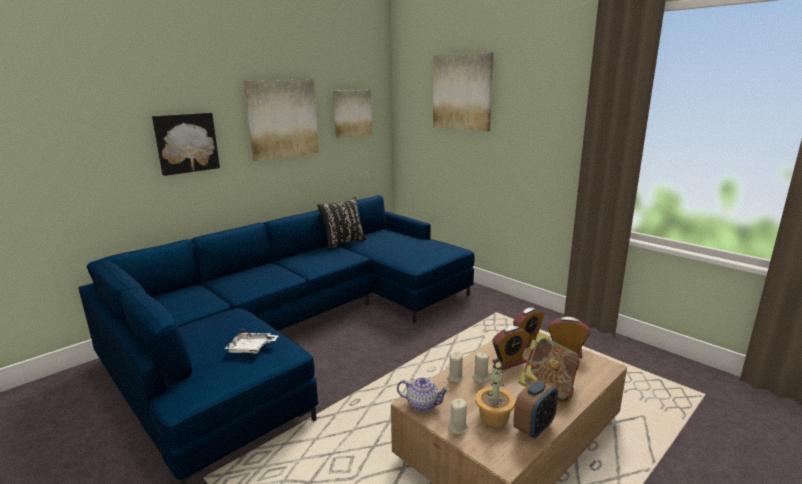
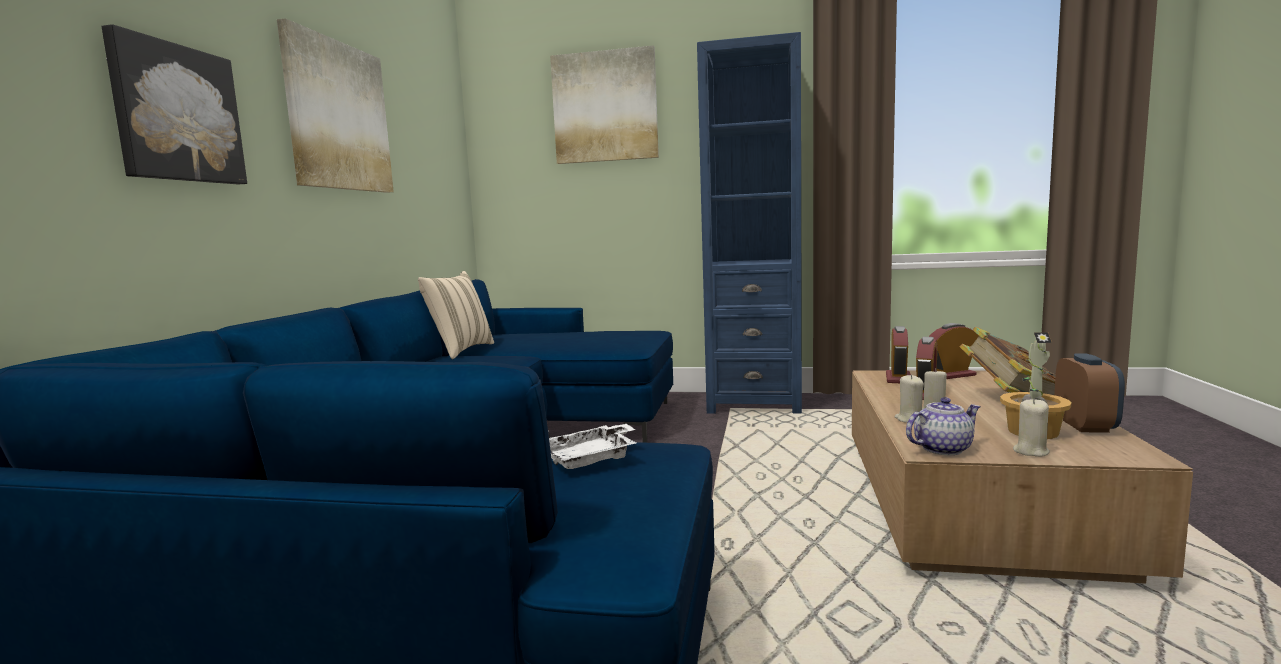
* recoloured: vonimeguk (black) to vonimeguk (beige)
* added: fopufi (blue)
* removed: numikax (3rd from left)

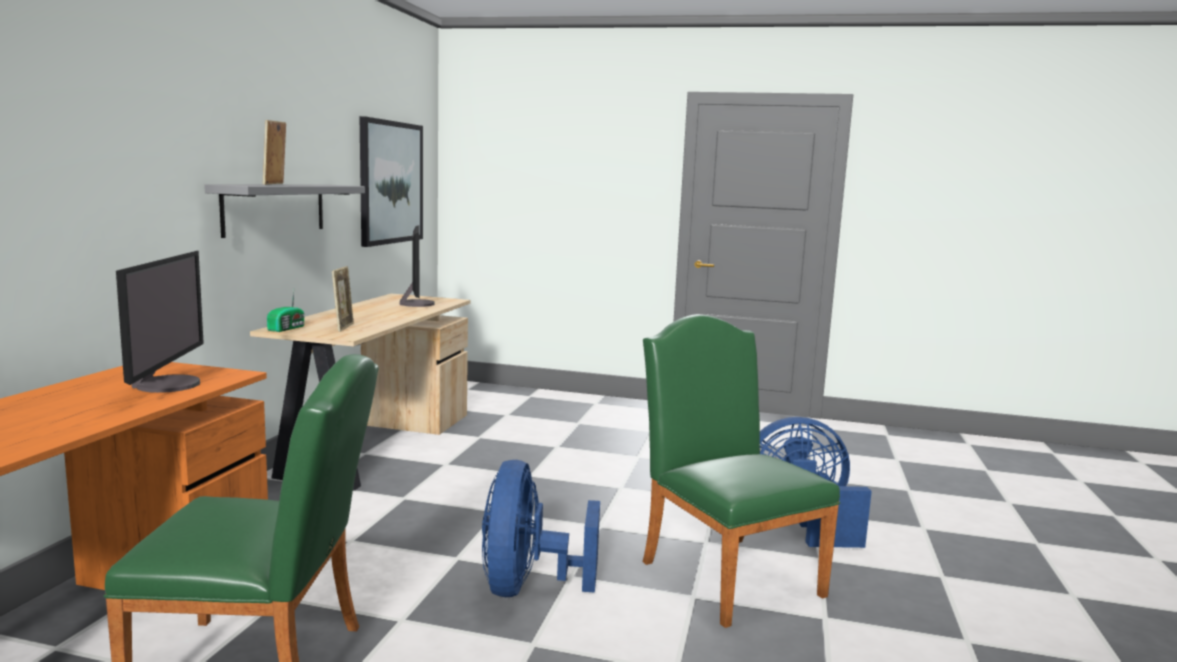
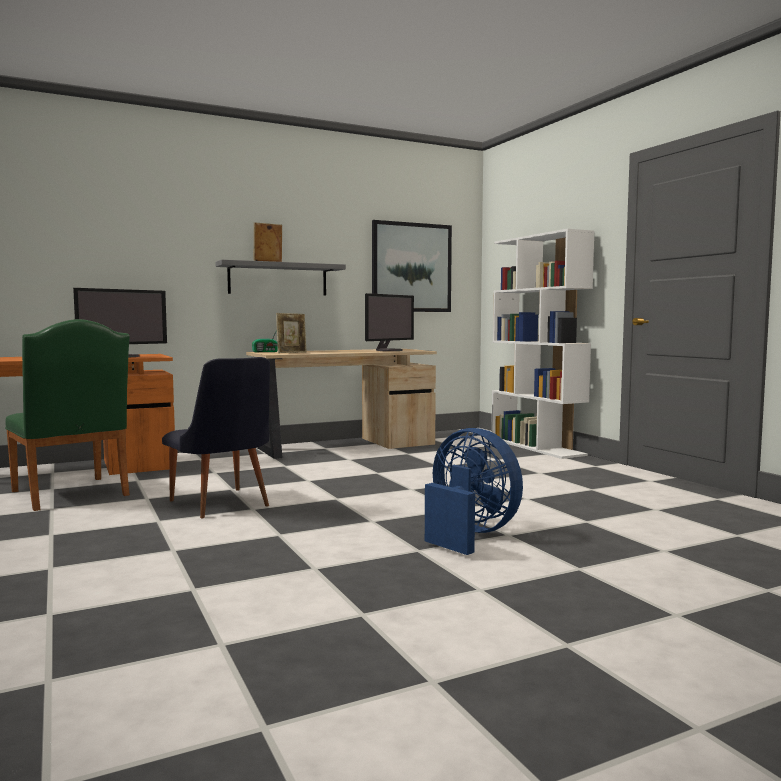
* replaced: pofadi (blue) (1st from left) to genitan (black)
* added: fopufi (white)
* removed: genitan (green) (2nd from left)

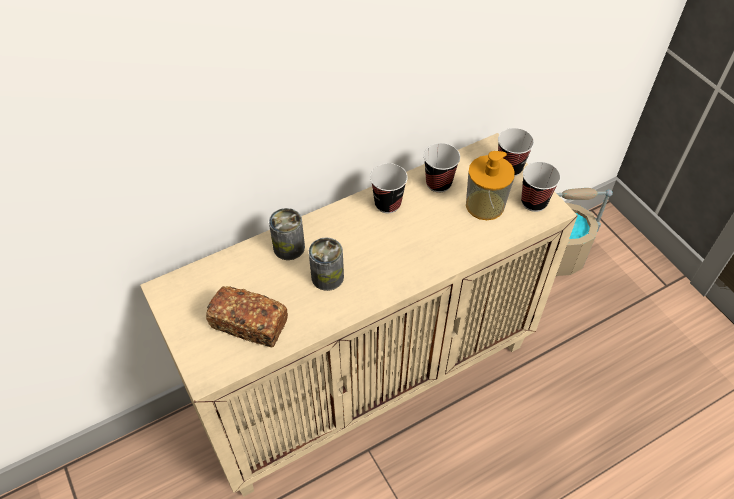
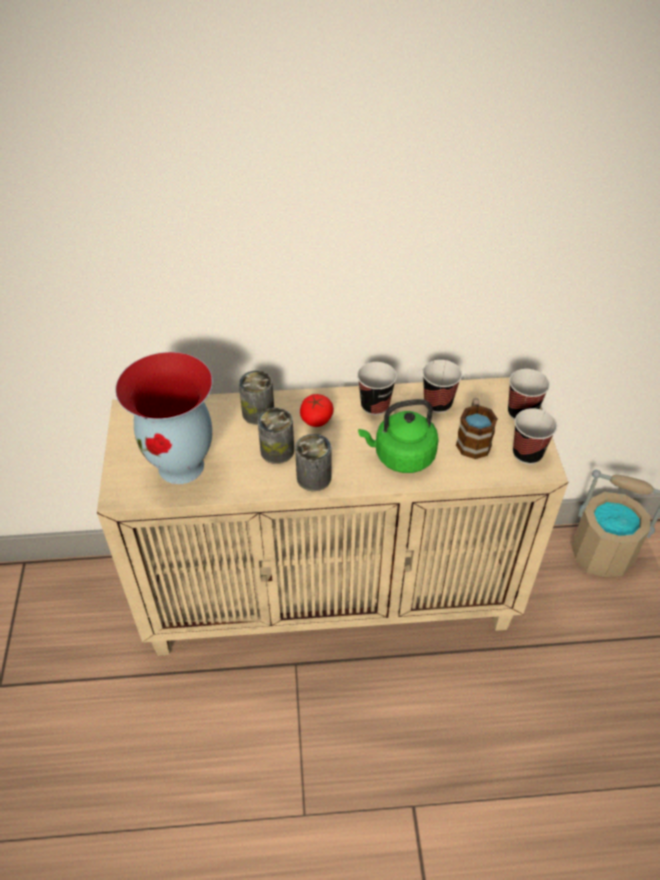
* replaced: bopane to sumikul
* added: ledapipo (3rd from left)
* added: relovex
* added: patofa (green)
* replaced: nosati to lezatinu

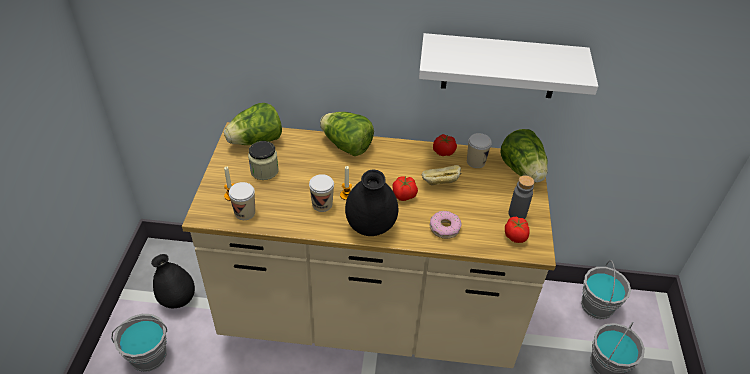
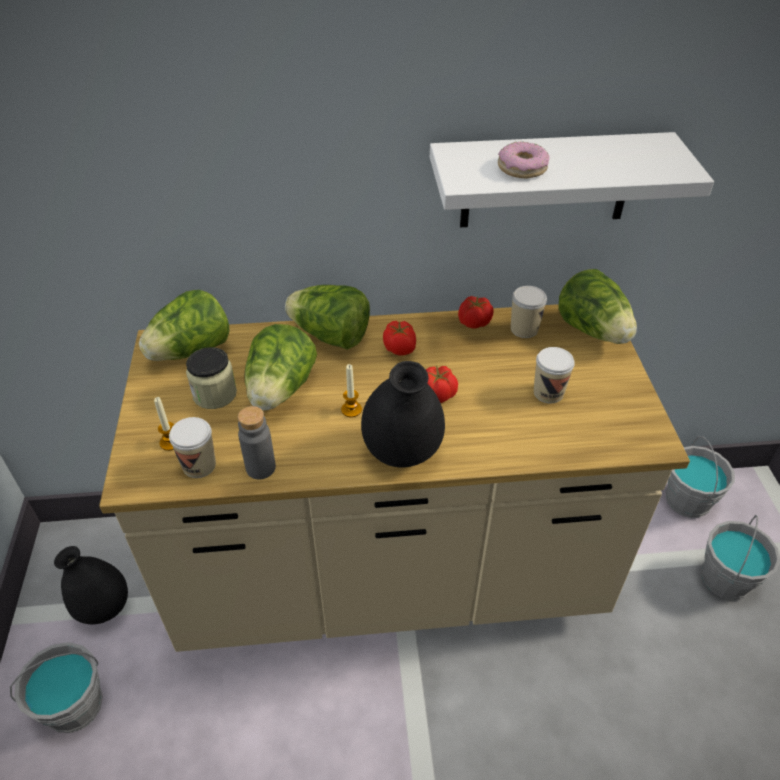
* moved: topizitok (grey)
* added: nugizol (2nd from left)
* moved: relovex (3rd from left in the first image) to relovex (1st from left)
* moved: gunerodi
* moved: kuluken (2nd from left in the first image) to kuluken (3rd from left)
* removed: bopane

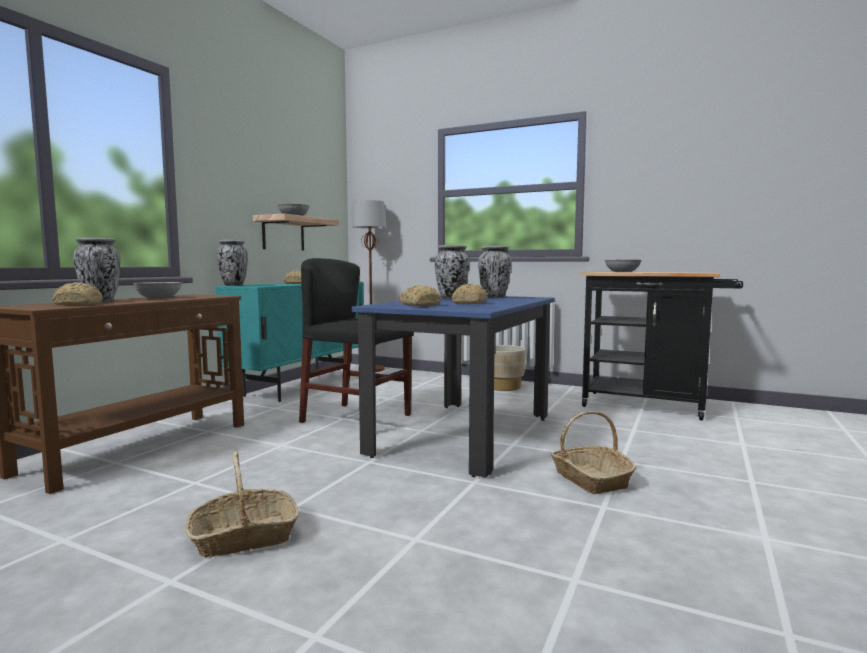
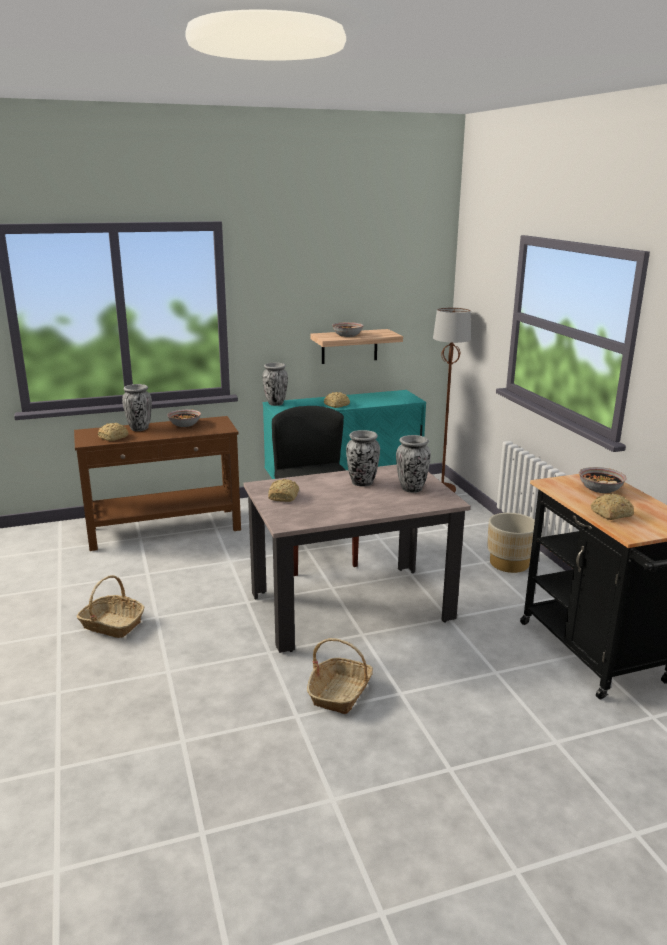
* recoloured: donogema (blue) to donogema (beige)
* moved: bopane (4th from left)

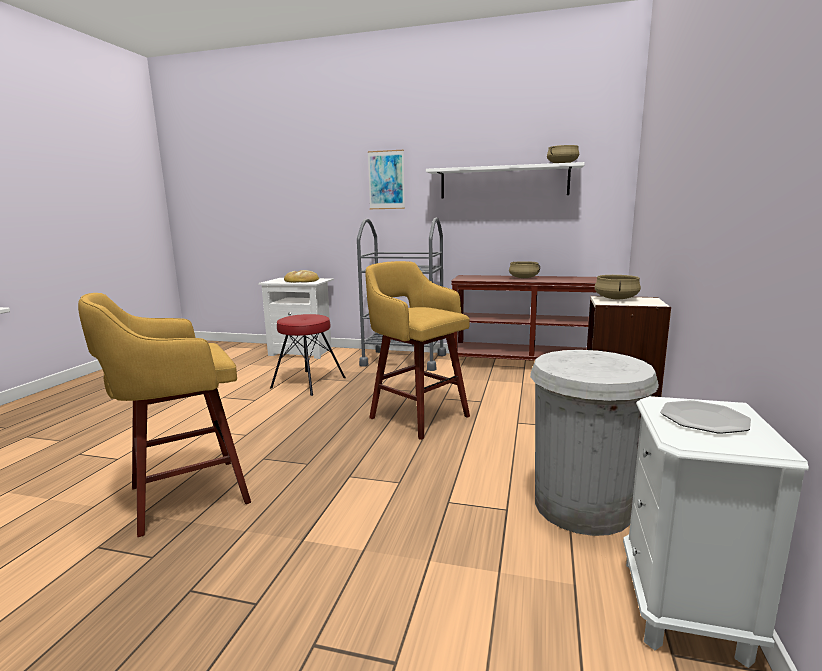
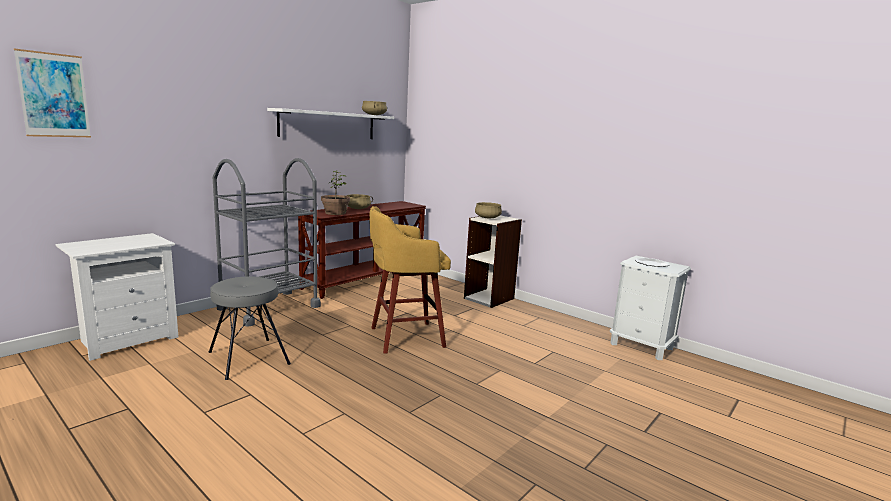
* moved: numikax
* recoloured: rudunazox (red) to rudunazox (grey)
* added: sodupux
* removed: rudunazox (yellow) (1st from left)
* removed: bopane
* removed: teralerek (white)

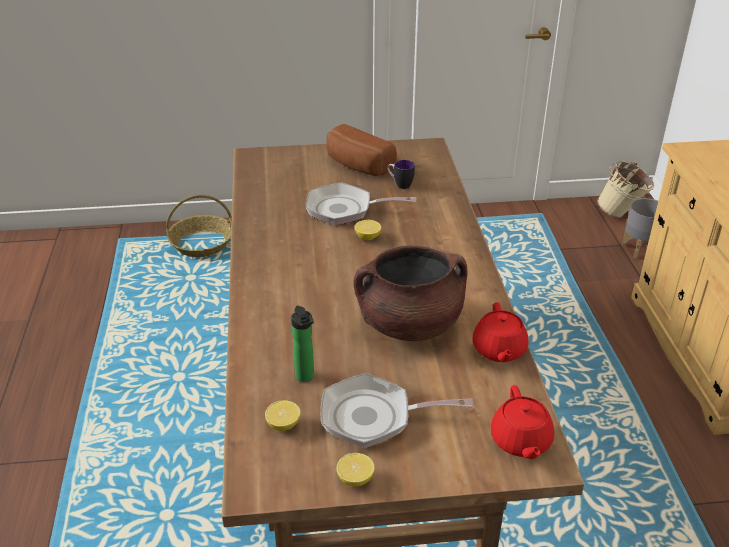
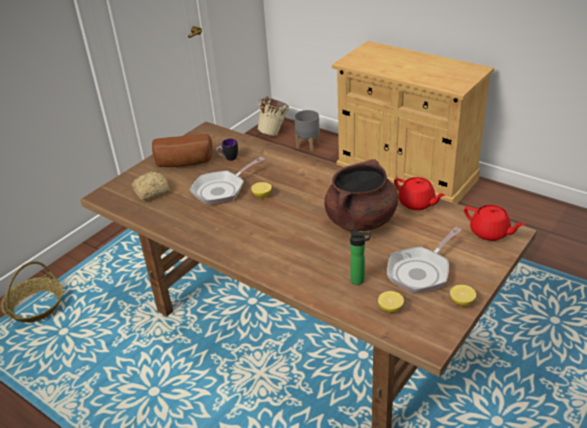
* added: bopane (1st from left)

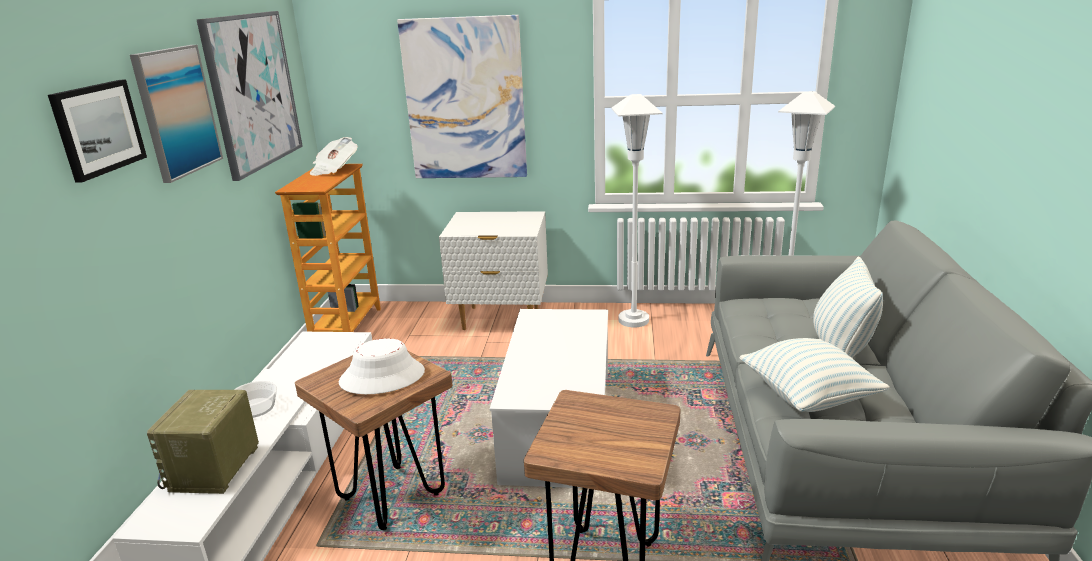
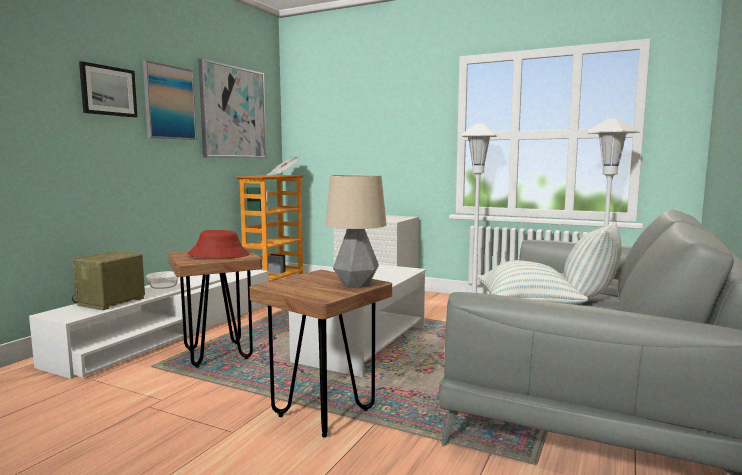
* recoloured: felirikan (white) to felirikan (red)
* added: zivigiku
* removed: numikax (4th from left)

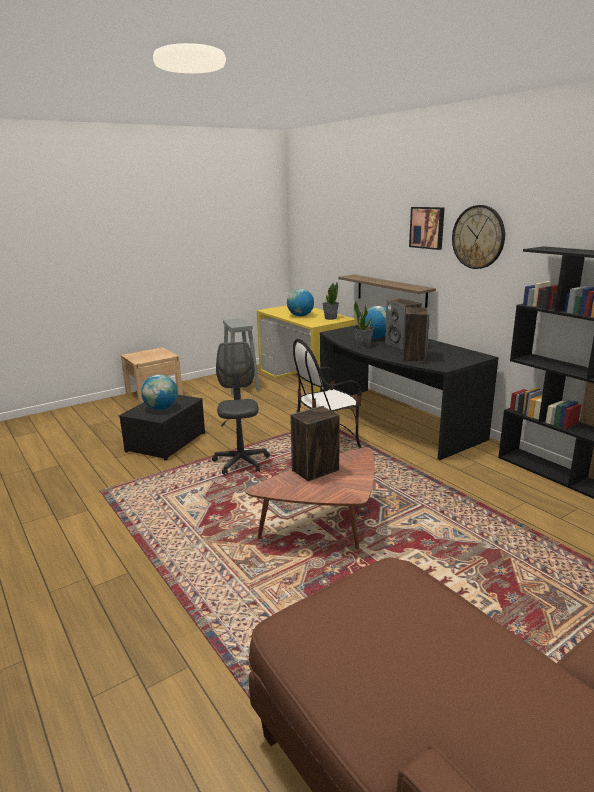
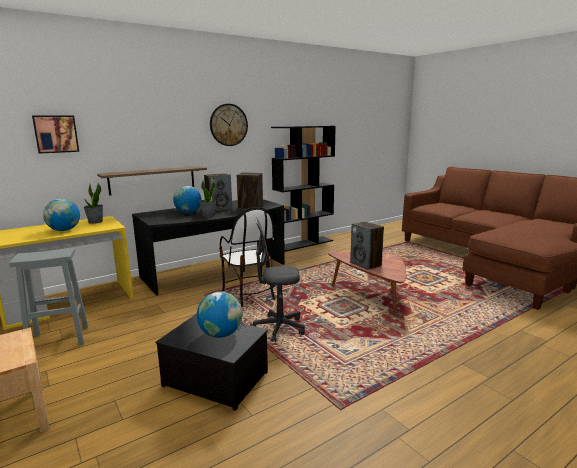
* moved: numikax

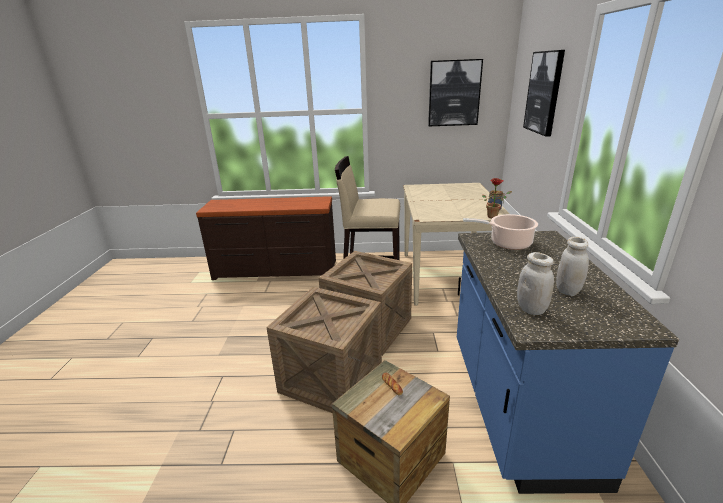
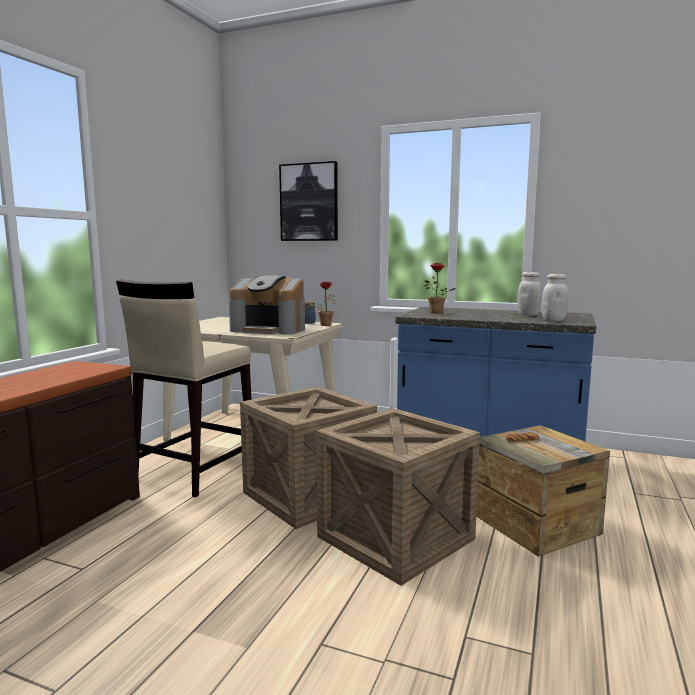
* added: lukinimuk
* replaced: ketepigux to sodupux (2nd from left)
* removed: numikax (1st from left)

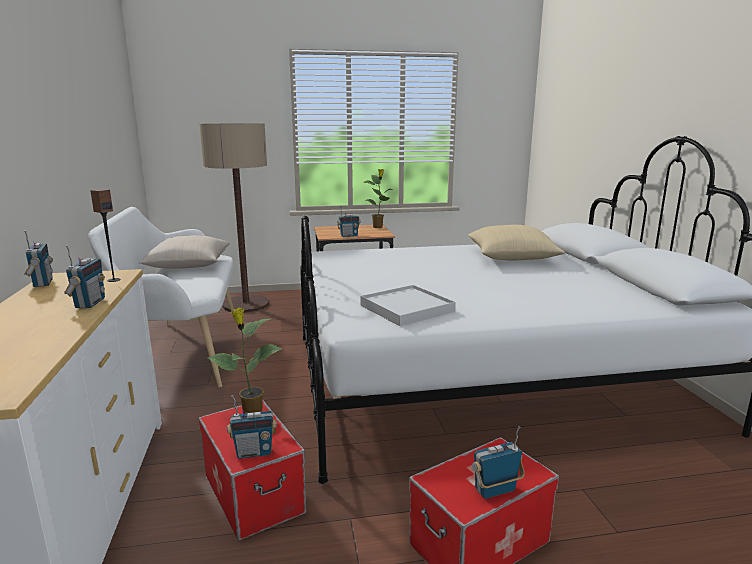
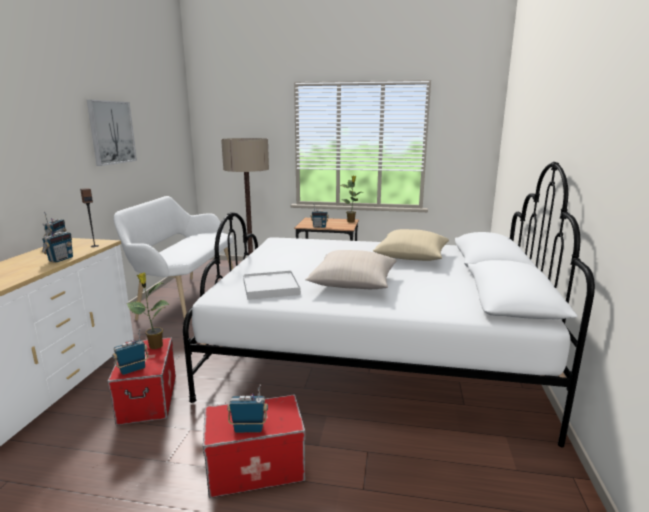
* added: numikax
* turned: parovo (3rd from left) 135 degrees clockwise
* moved: vonimeguk (beige) (1st from left)

